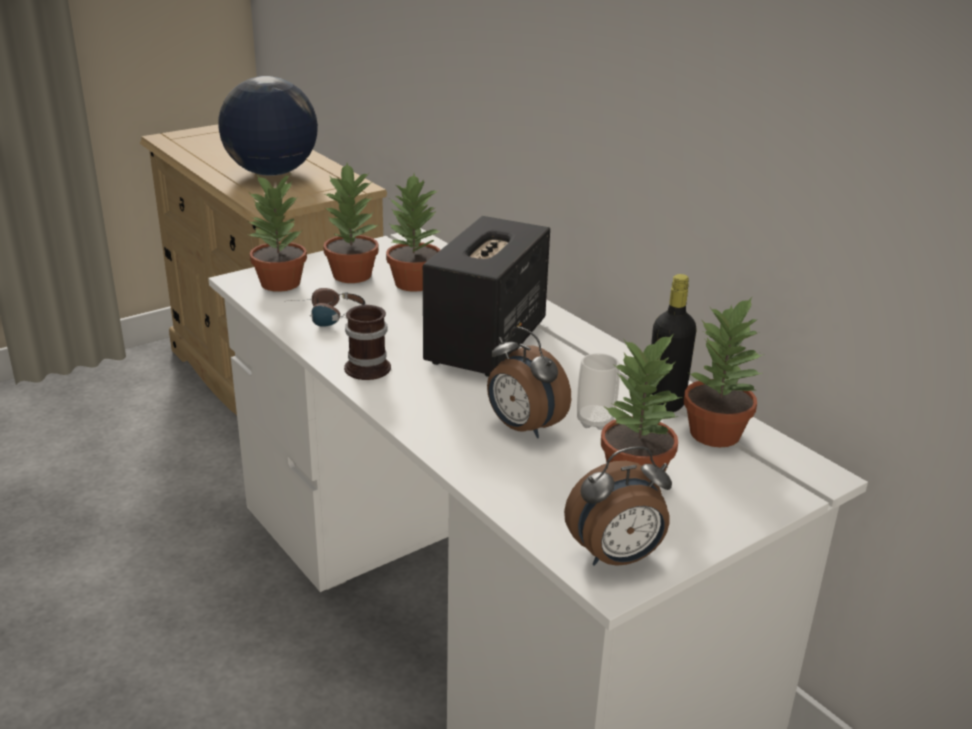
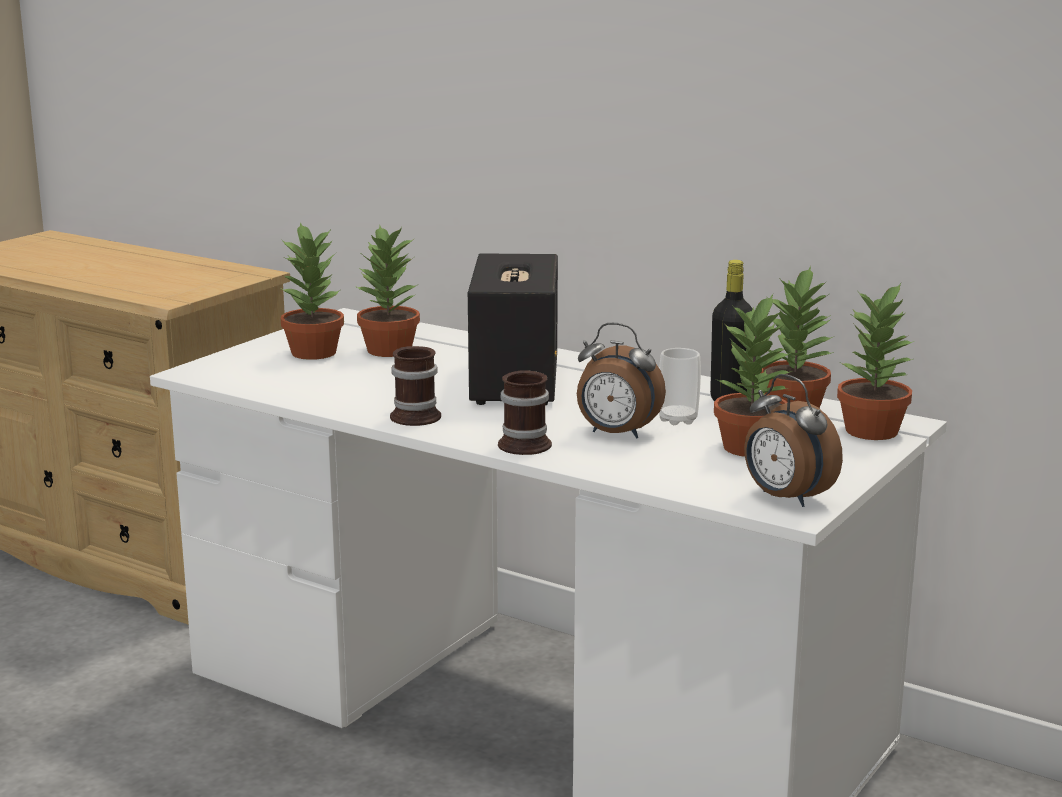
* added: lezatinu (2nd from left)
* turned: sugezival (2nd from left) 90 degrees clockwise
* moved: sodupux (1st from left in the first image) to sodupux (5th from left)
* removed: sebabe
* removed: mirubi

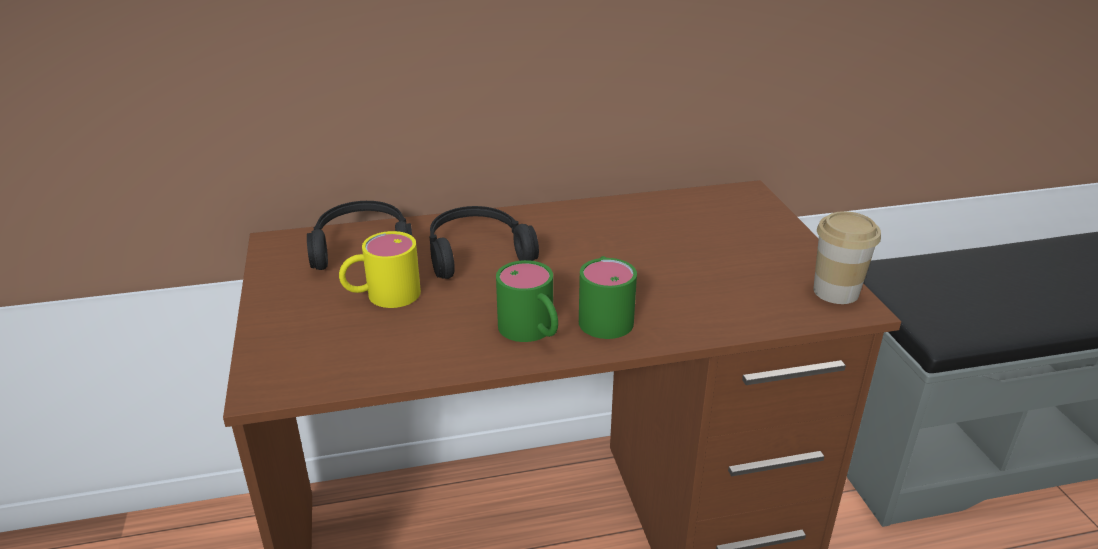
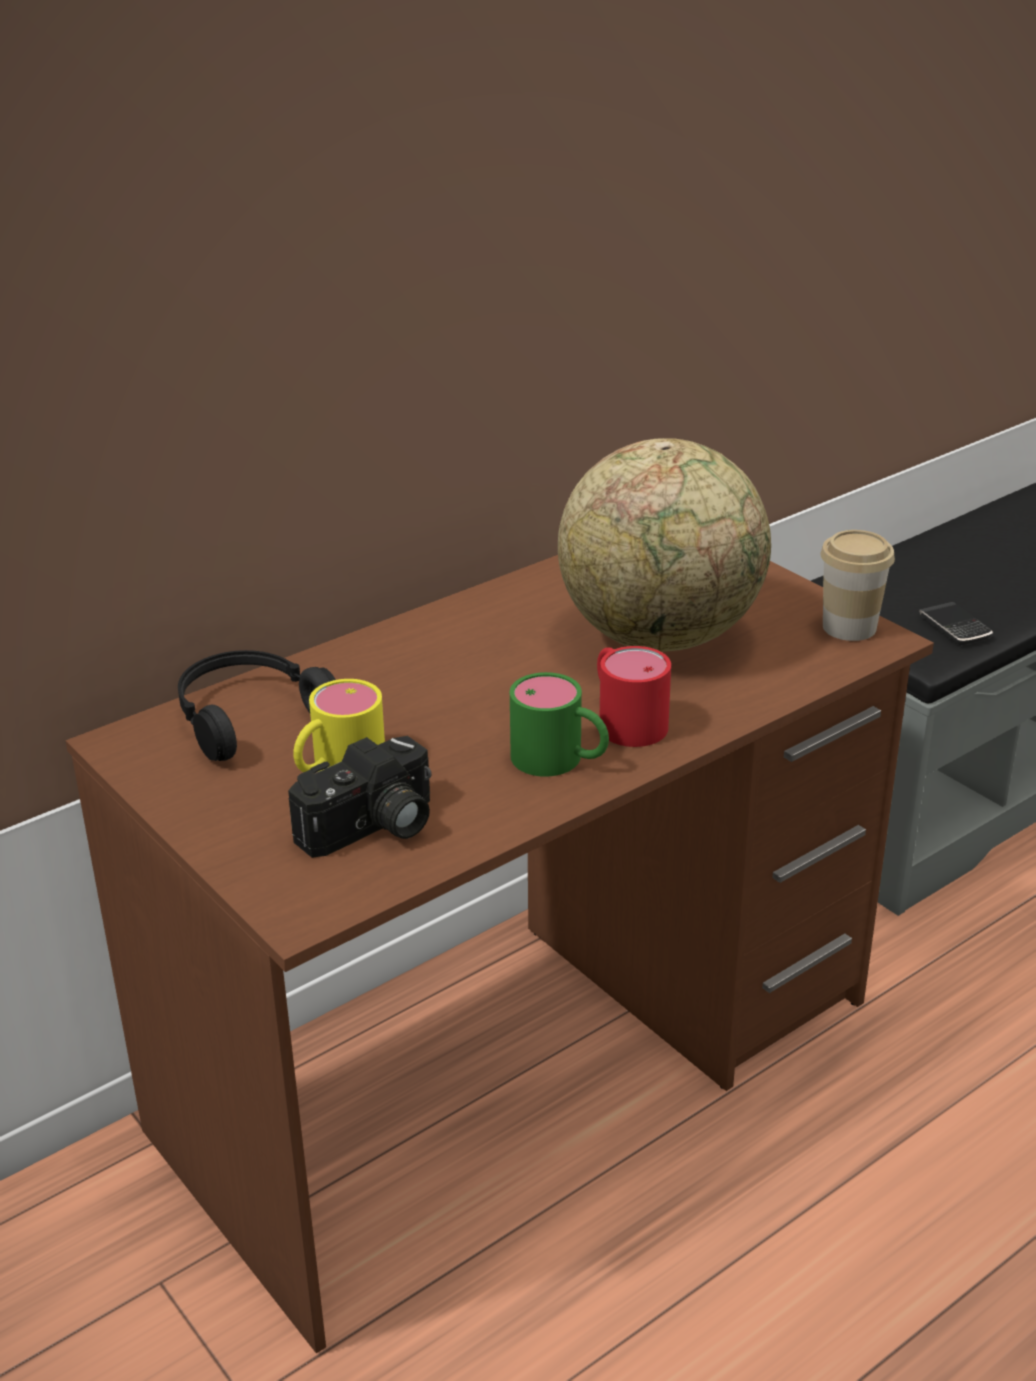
* added: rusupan
* added: sebabe
* recoloured: lezatinu (green) (2nd from left) to lezatinu (red)
* added: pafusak
* removed: mirubi (black) (2nd from left)

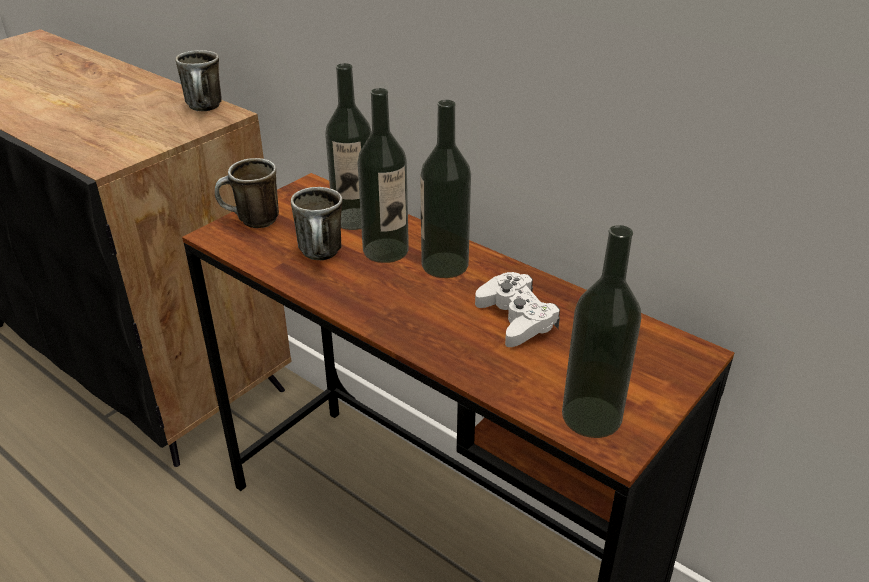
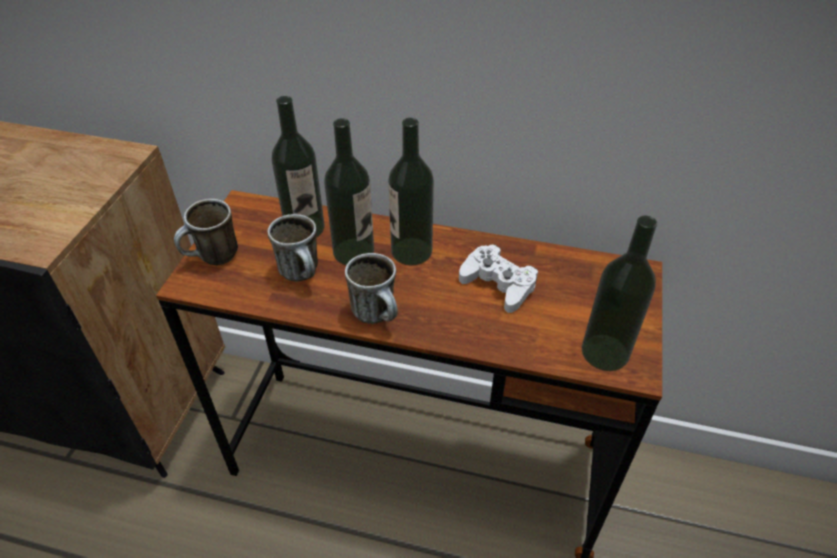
* moved: lezatinu (1st from left in the first image) to lezatinu (3rd from left)

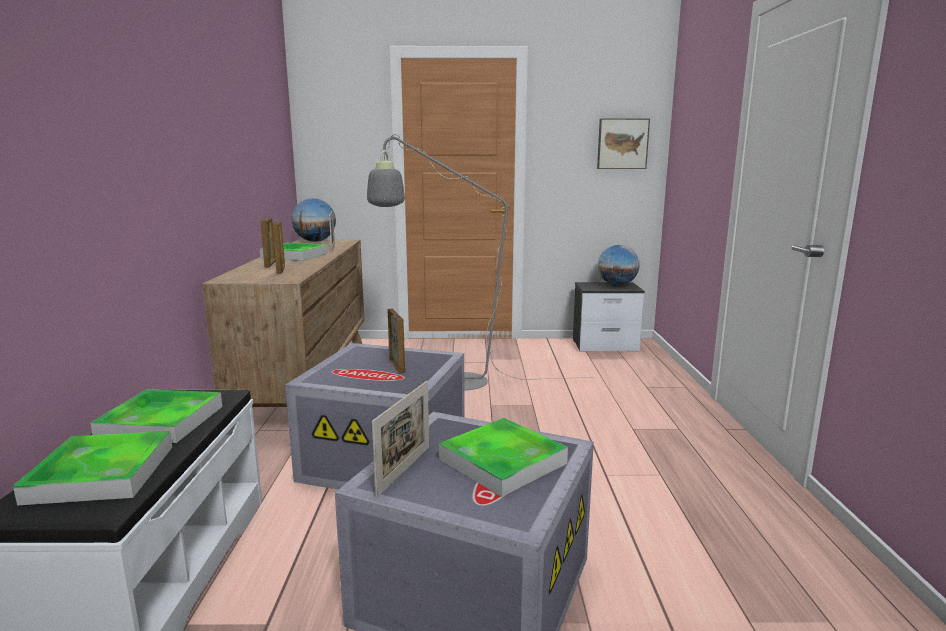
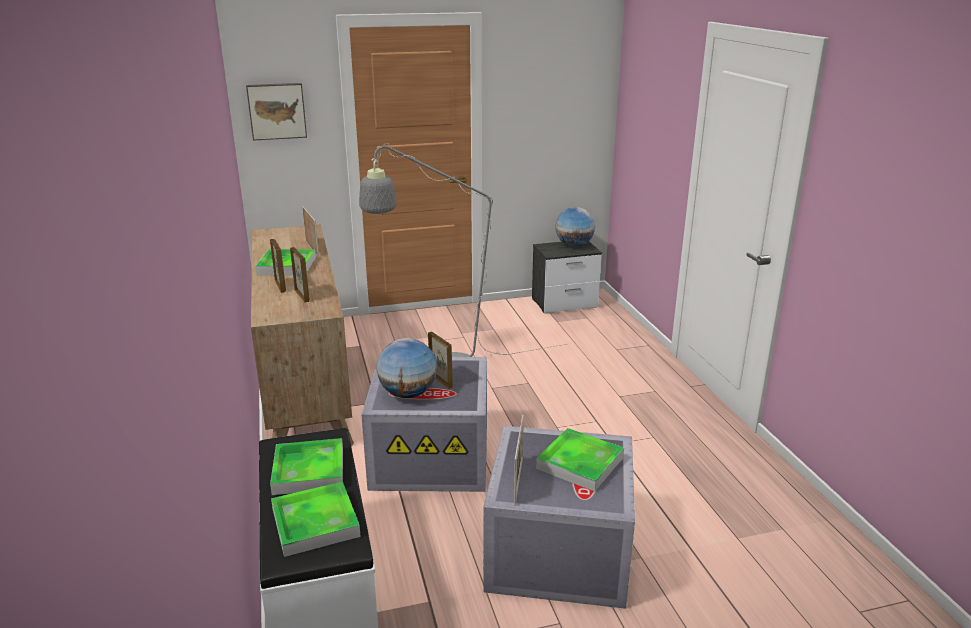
* moved: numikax
* moved: sebabe (1st from left)

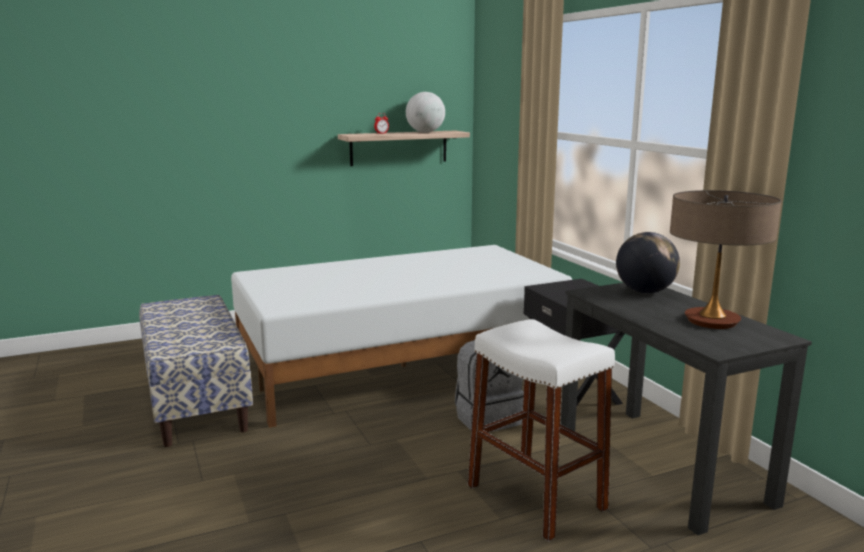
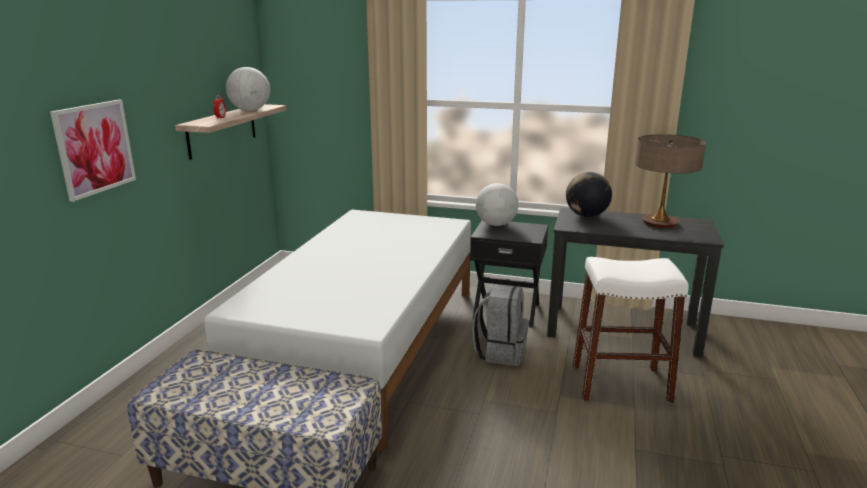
* added: numikax
* added: sebabe (2nd from left)

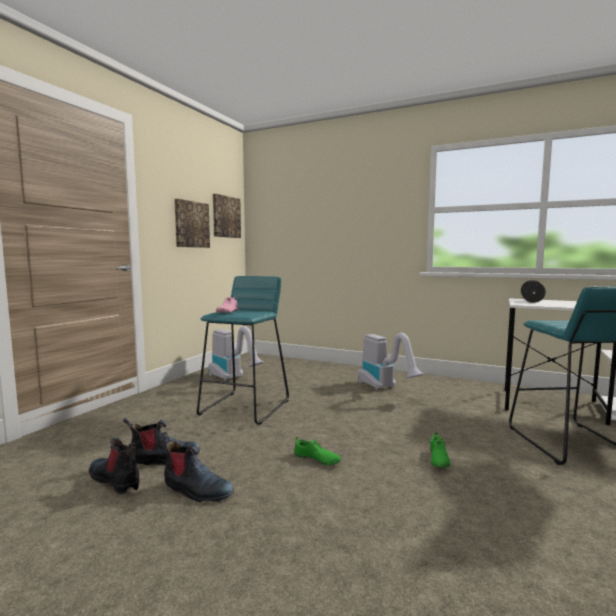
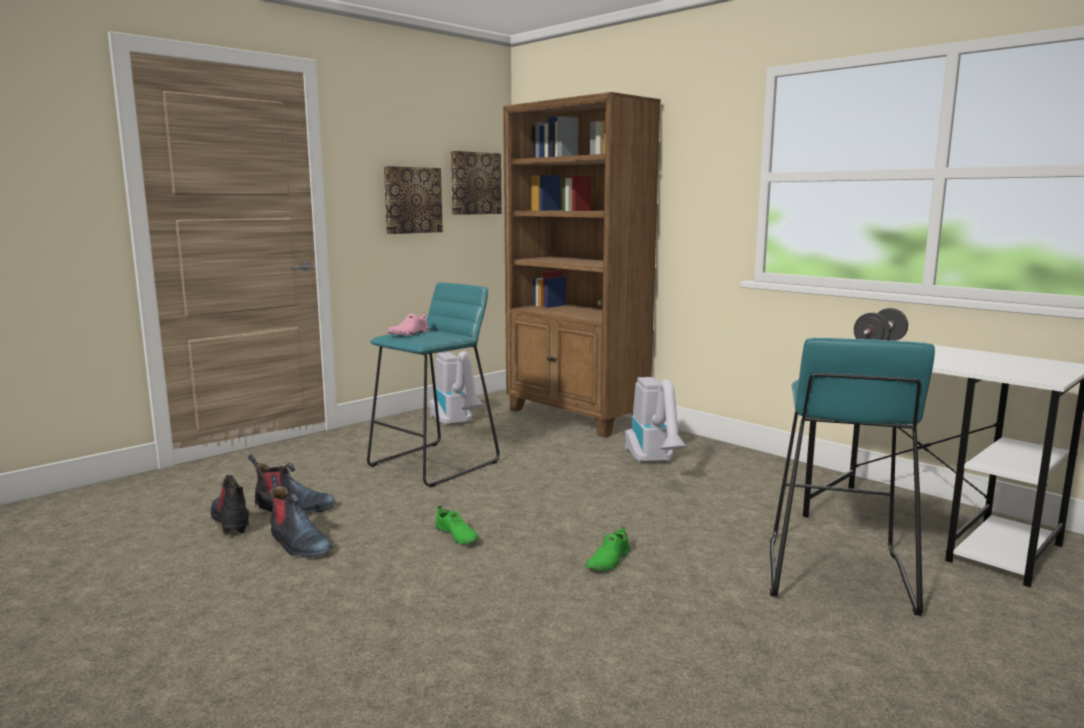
* added: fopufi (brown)

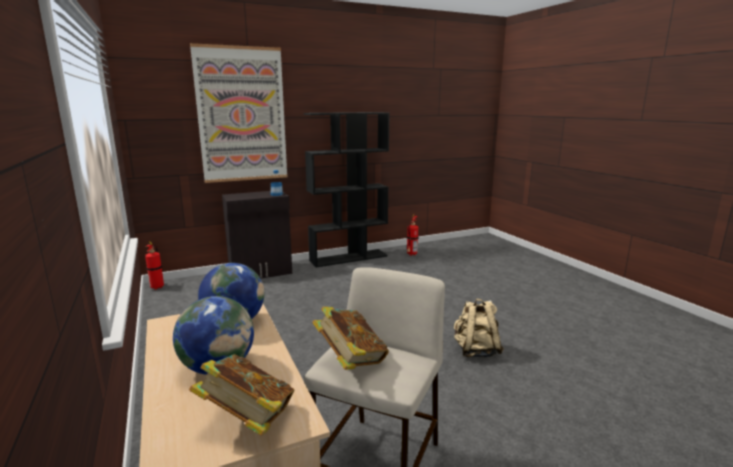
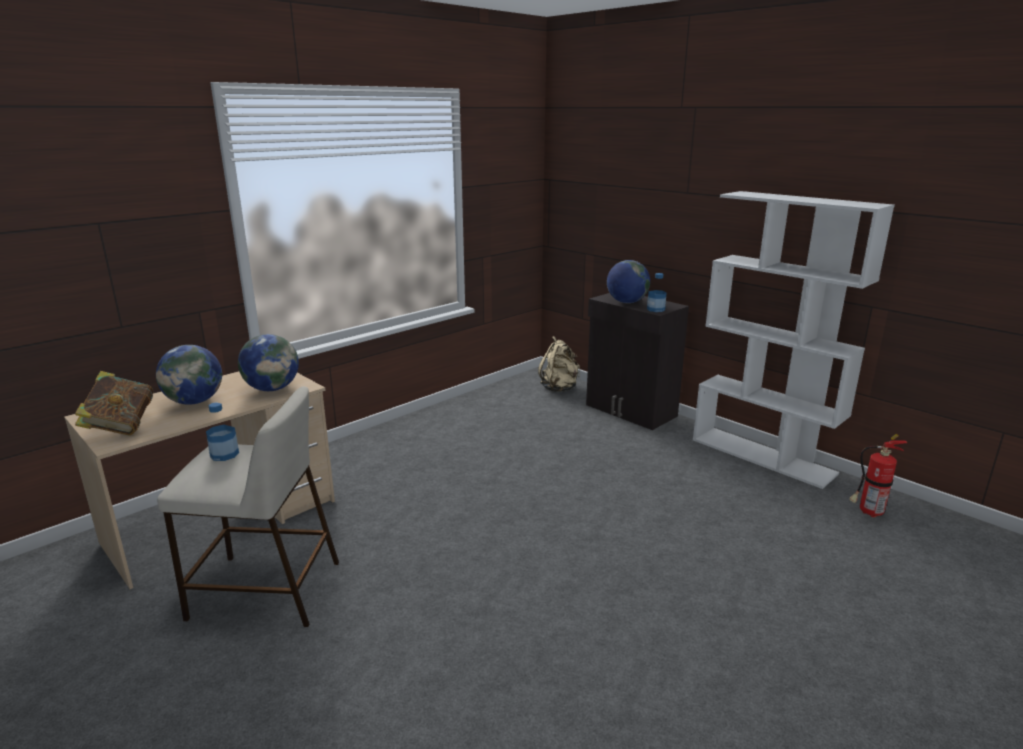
* replaced: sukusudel (2nd from left) to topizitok (1st from left)
* moved: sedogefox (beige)
* added: sebabe (3rd from left)
* recoloured: fopufi (black) to fopufi (white)
* removed: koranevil (1st from left)
* removed: numikax

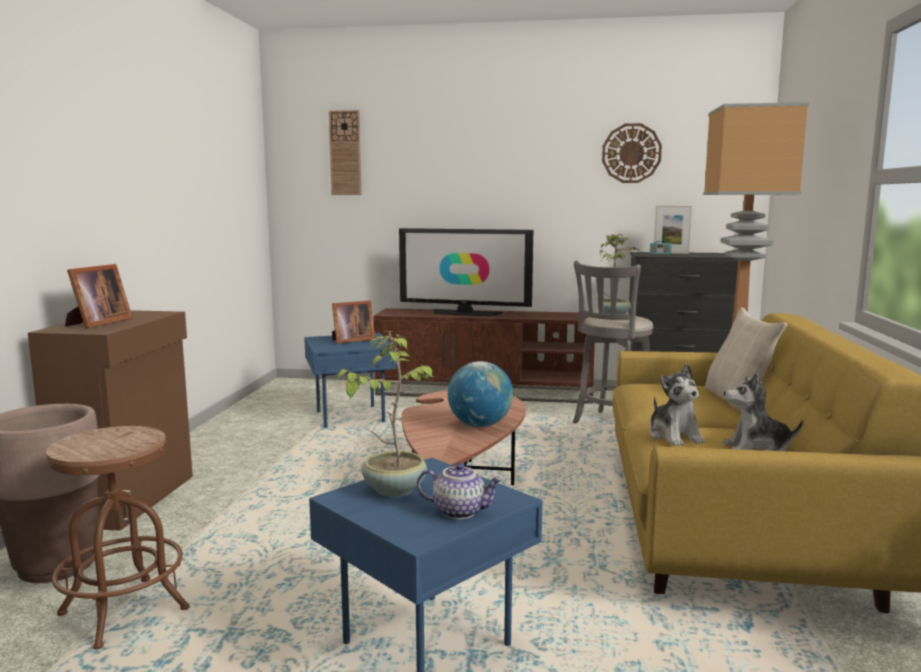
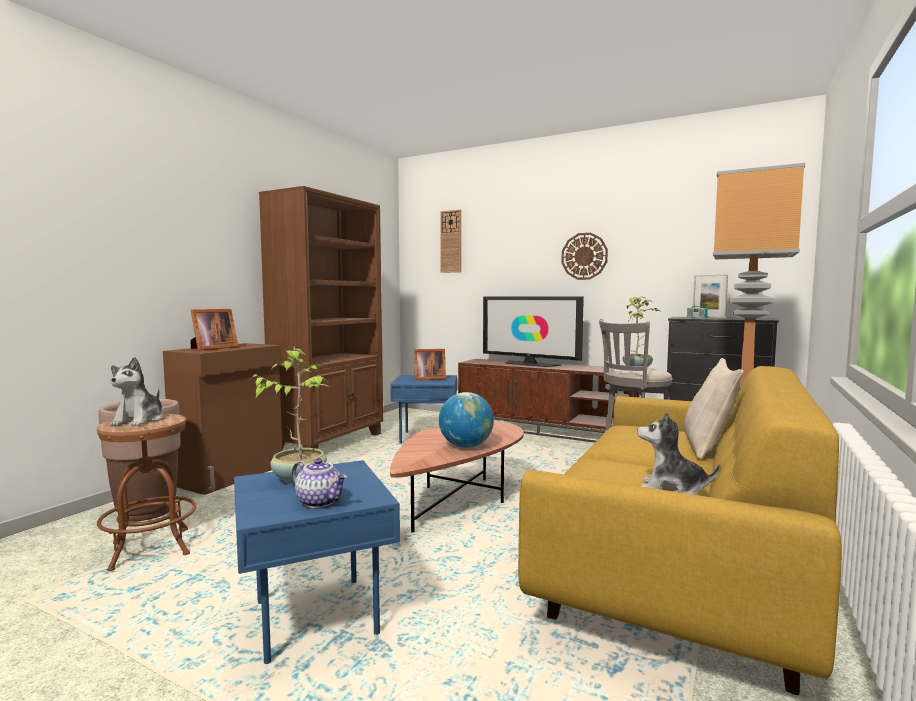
* moved: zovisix (1st from left)
* added: fopufi (brown)
* moved: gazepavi (2nd from left)

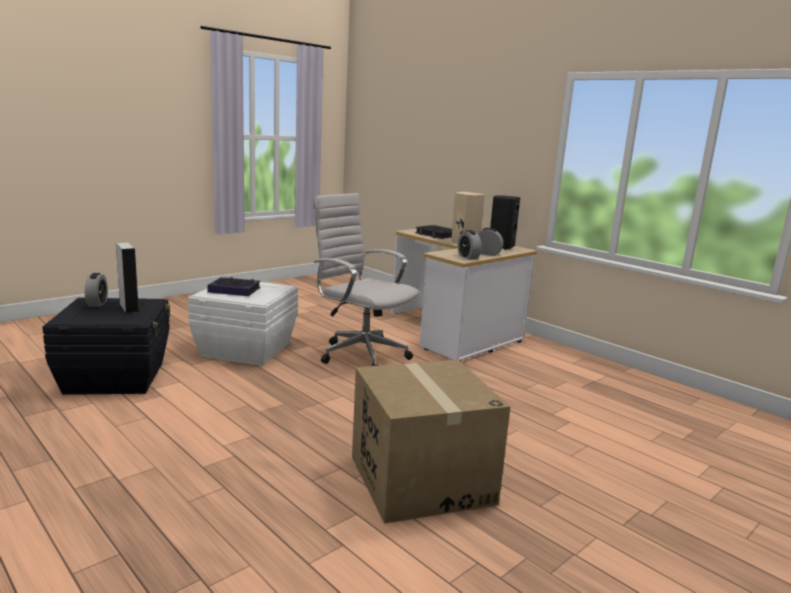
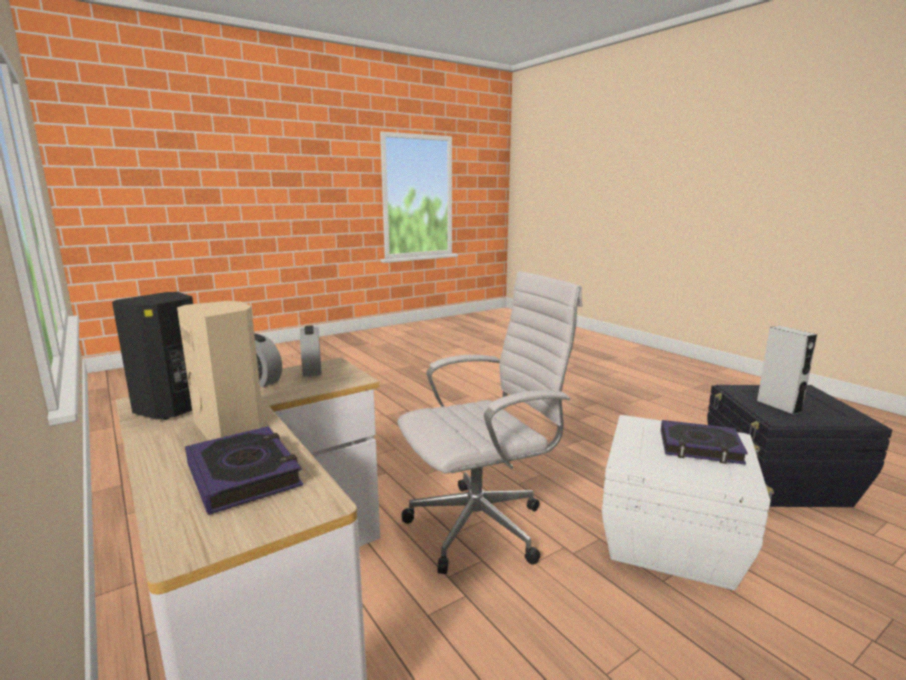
* turned: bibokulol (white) 75 degrees counterclockwise
* removed: sugezival (1st from left)
* removed: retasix

